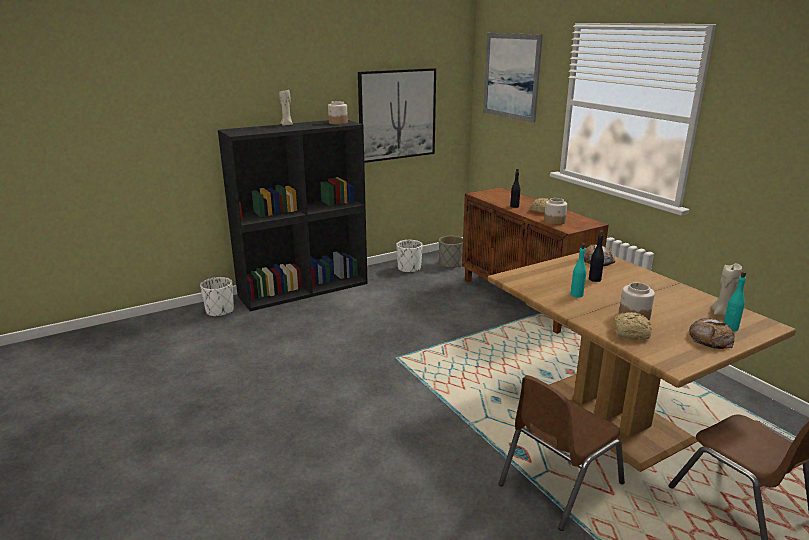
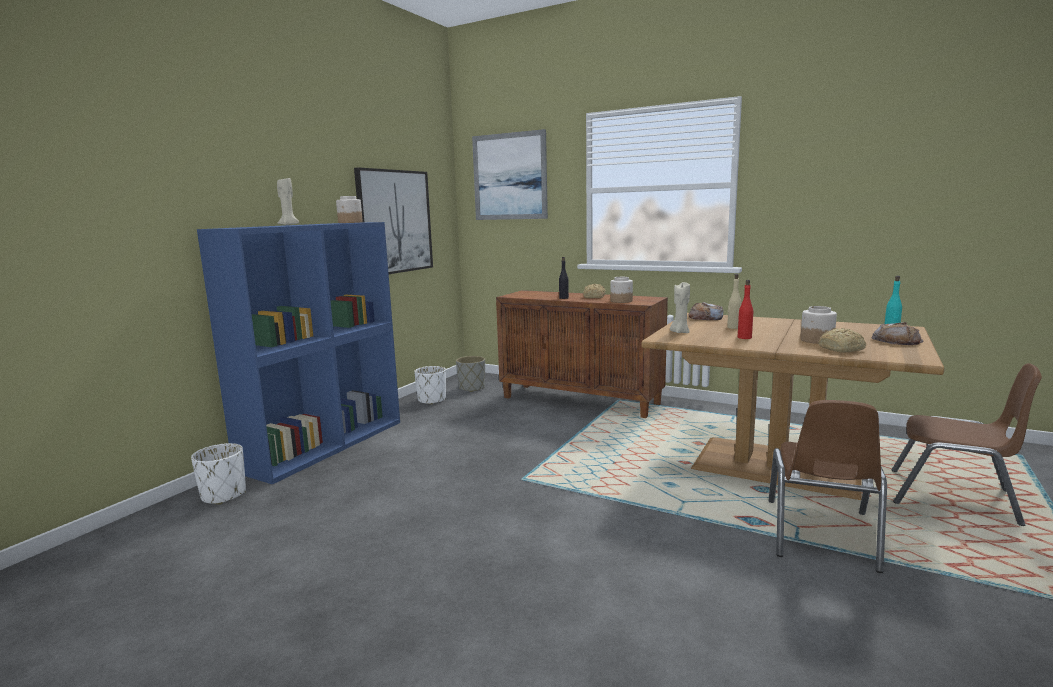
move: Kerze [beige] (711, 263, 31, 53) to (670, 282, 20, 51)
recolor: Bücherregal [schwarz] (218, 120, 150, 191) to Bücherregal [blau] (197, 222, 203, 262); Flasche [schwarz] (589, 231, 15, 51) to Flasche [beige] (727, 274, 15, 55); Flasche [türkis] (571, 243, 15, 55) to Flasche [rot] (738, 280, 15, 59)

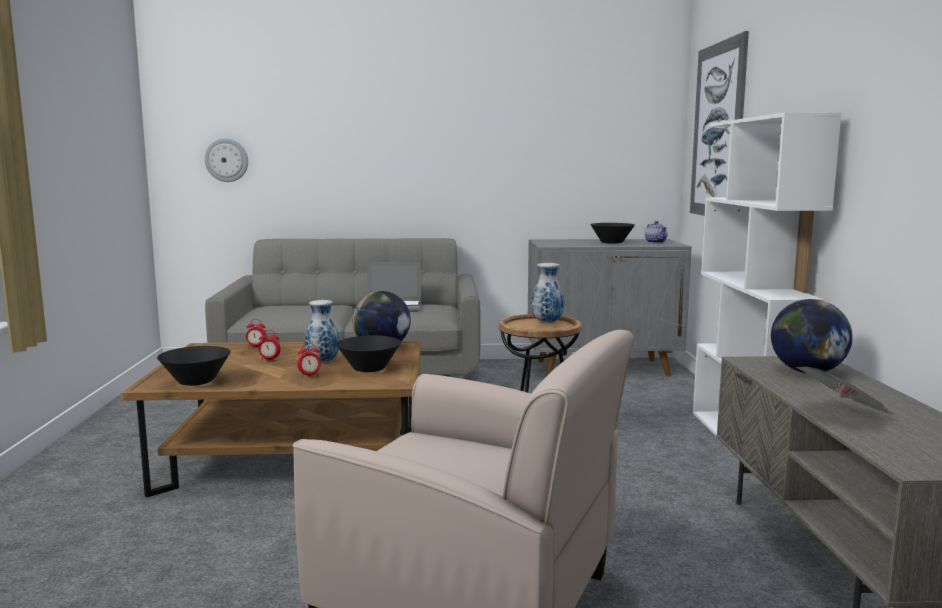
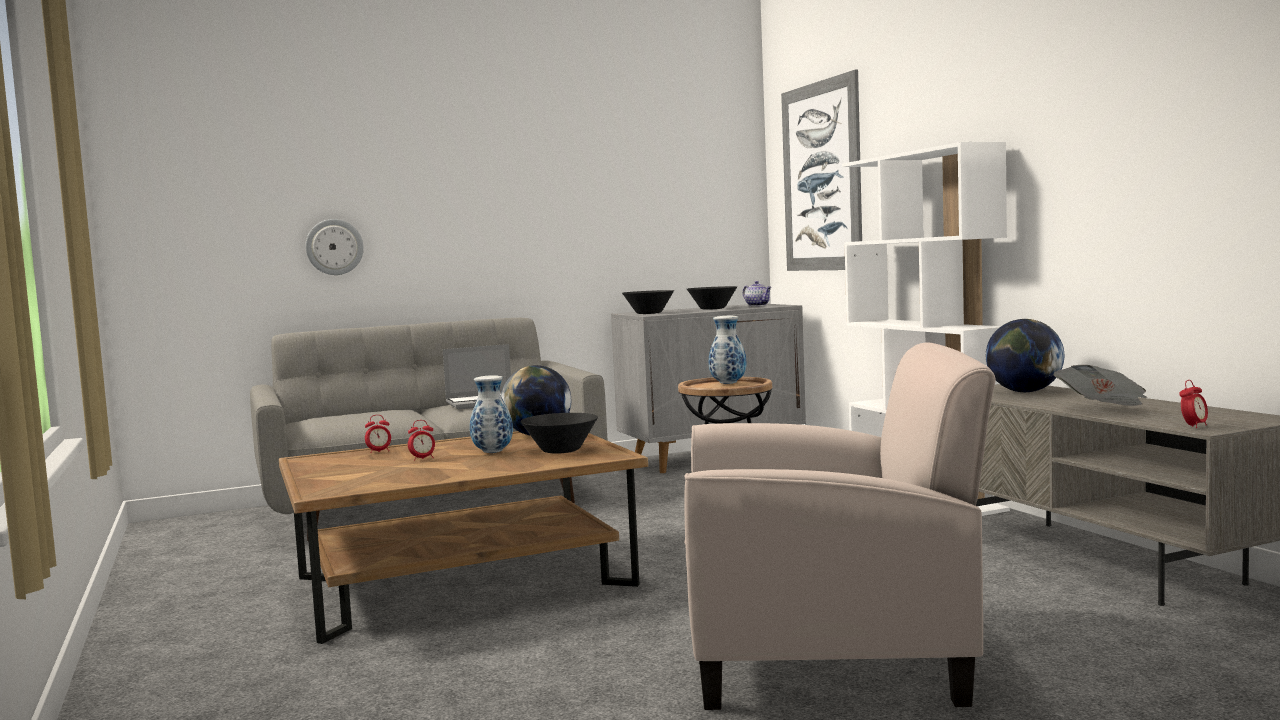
move: Wanduhr (205, 138, 43, 44) to (305, 219, 59, 56); Schüssel [schwarz] (157, 346, 74, 40) to (622, 290, 52, 24); Wecker (297, 343, 24, 35) to (1179, 380, 29, 48)

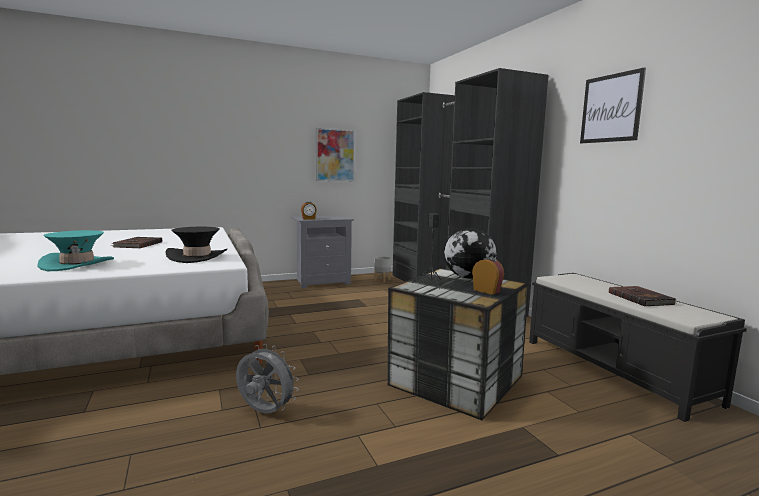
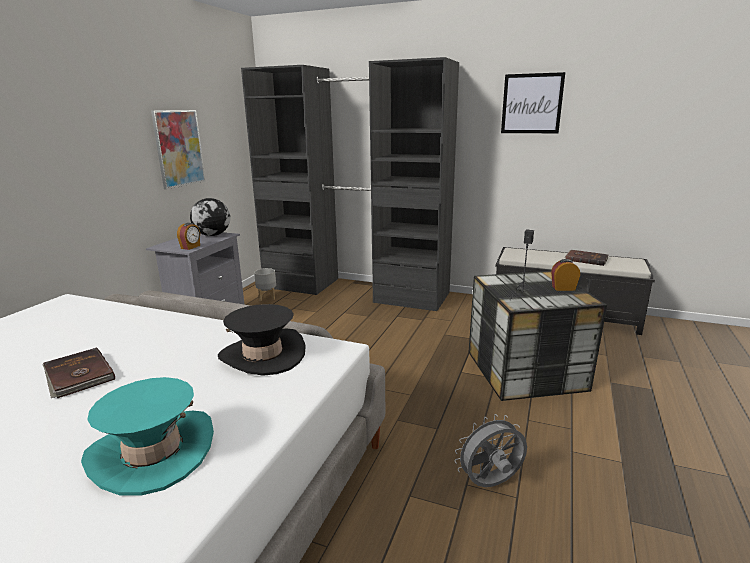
move: Globus (444, 228, 53, 51) to (190, 198, 40, 38)

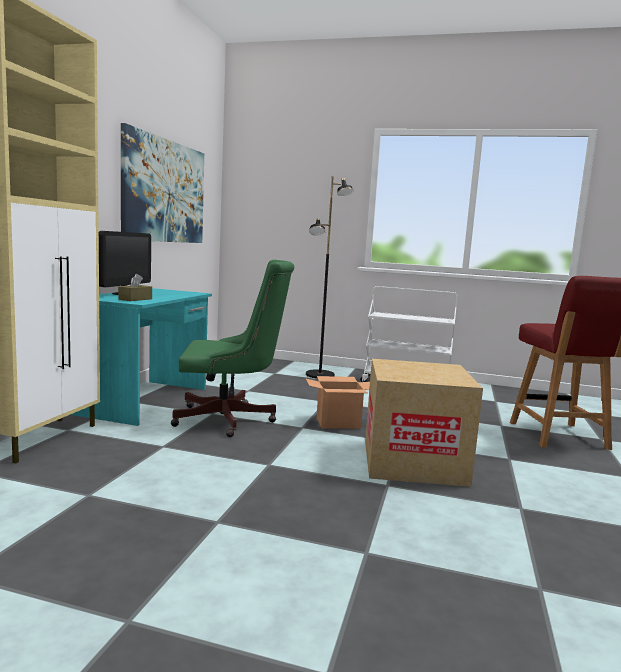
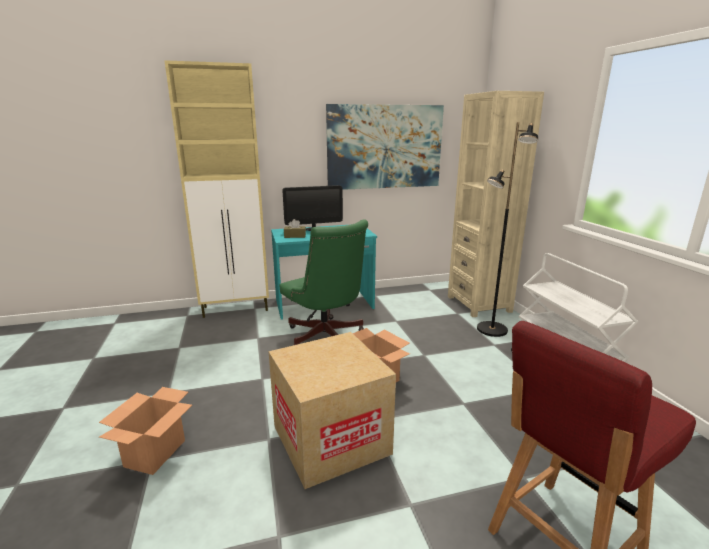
insert: Karton (99, 387, 93, 88); Bücherregal [beige] (448, 91, 96, 226)

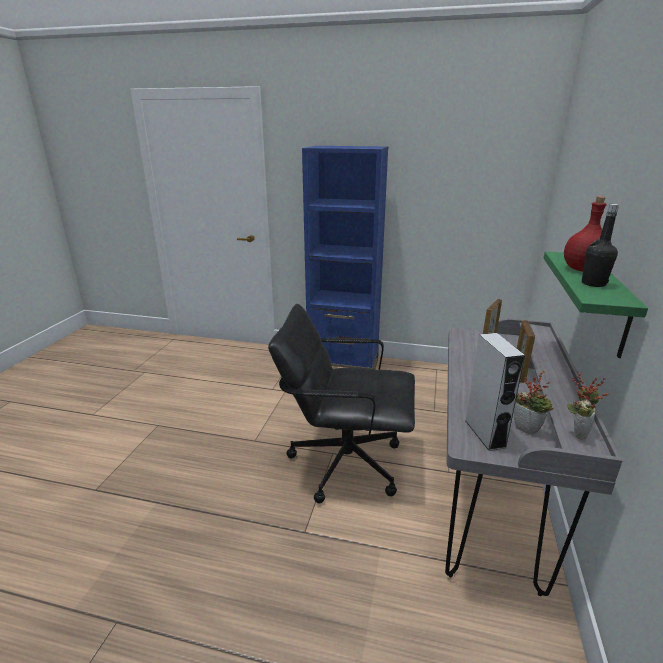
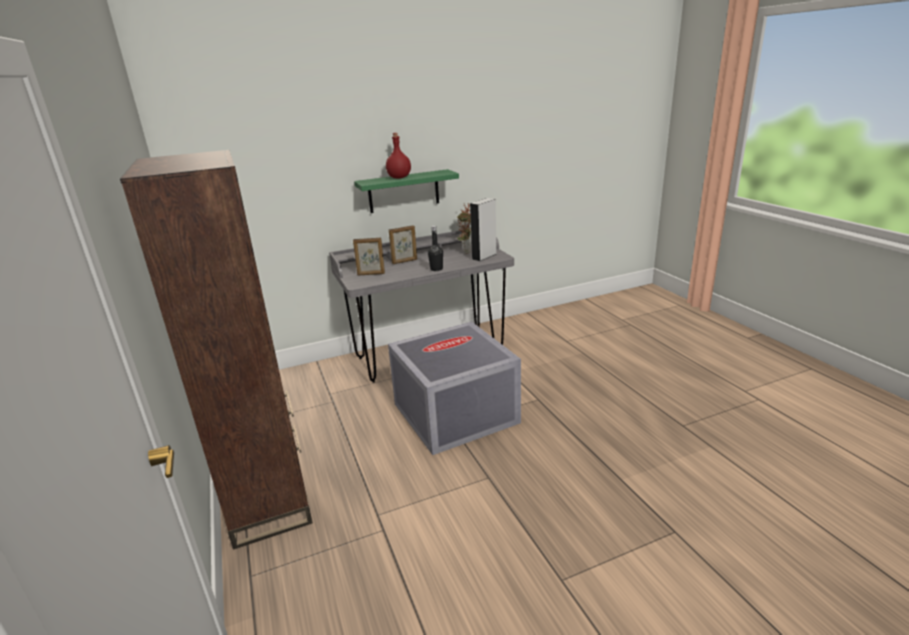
move: Flasche [schwarz] (582, 204, 37, 83) to (428, 226, 15, 45)
replace: Bürostuhl [schwarz] (268, 304, 147, 200) to Aufbewahrungsbox [grau] (388, 322, 133, 133)
recolor: Bücherregal [blau] (302, 146, 87, 223) to Bücherregal [braun] (120, 150, 193, 399)

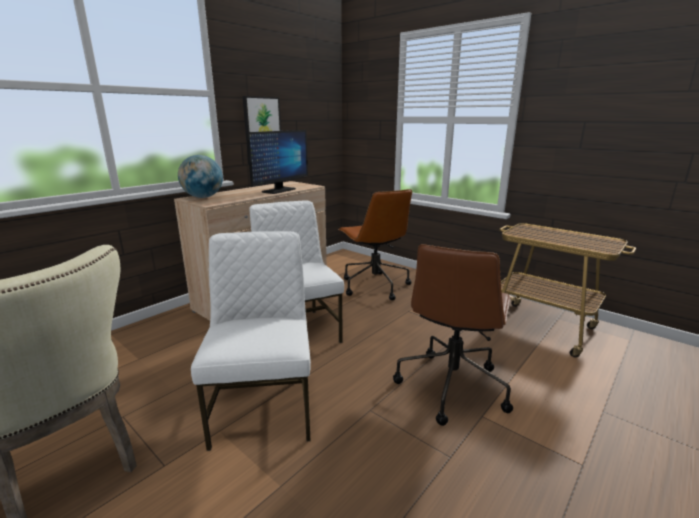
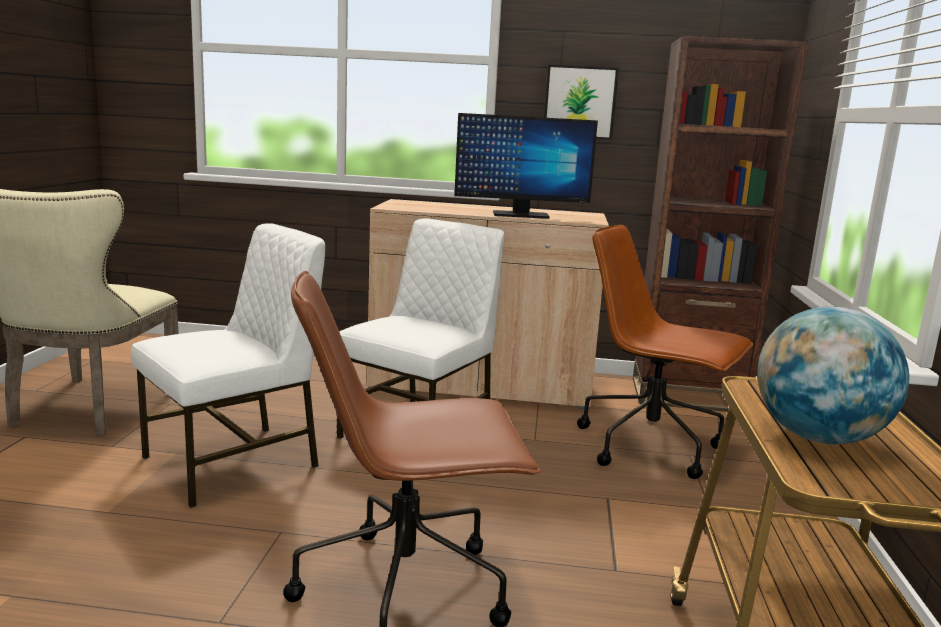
insert: Bücherregal [braun] (633, 36, 175, 376)
move: Globus (178, 155, 45, 43) to (757, 307, 152, 137)
rotate: Bürostuhl [braun] (338, 189, 74, 111) = (577, 225, 176, 254) 90 degrees clockwise

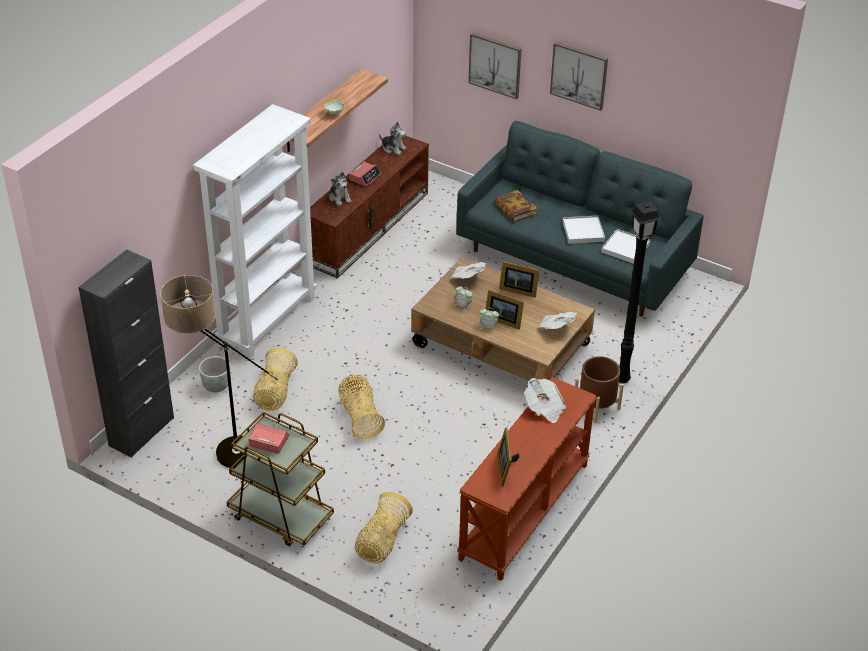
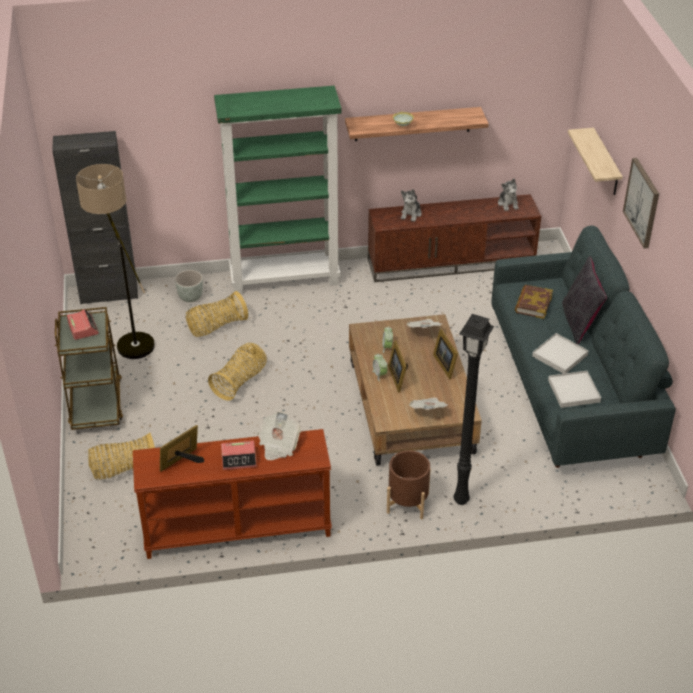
insert: Kissen [schwarz] (562, 257, 45, 87)
move: Wecker (349, 161, 32, 26) to (221, 441, 36, 29)
replace: Bild (468, 33, 54, 66) to Wandregal (568, 128, 55, 67)
recolor: Bücherregal [weiß] (193, 104, 124, 255) to Bücherregal [grün] (214, 86, 127, 209)

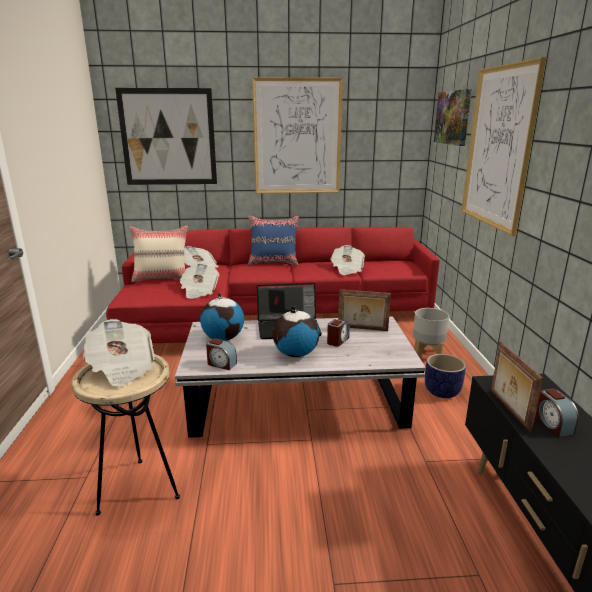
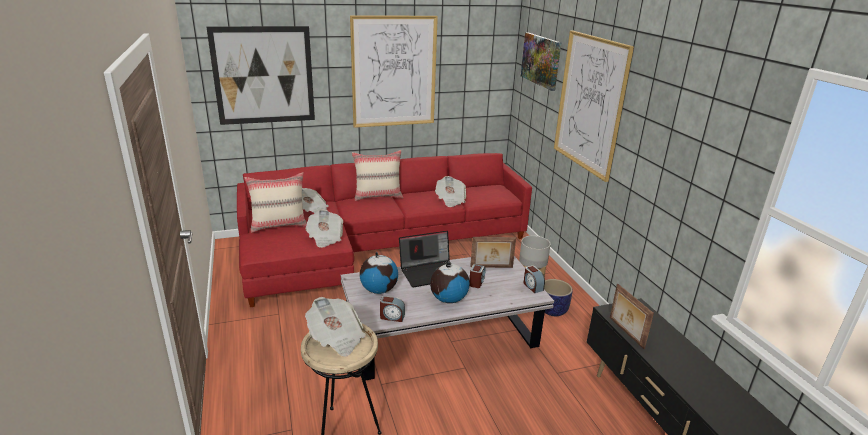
move: Wecker (535, 389, 44, 48) to (524, 266, 21, 27)
recolor: Kissen [blau] (248, 216, 51, 50) to Kissen [beige] (352, 150, 51, 51)

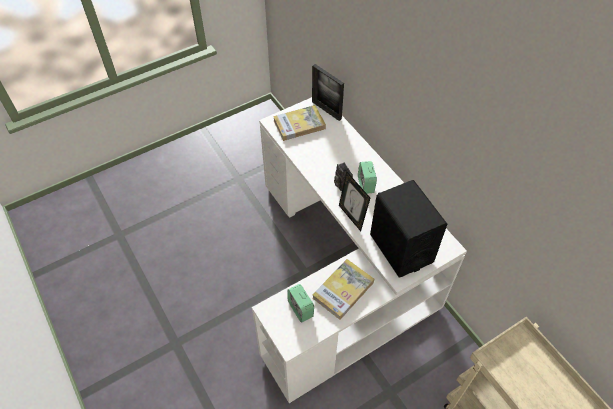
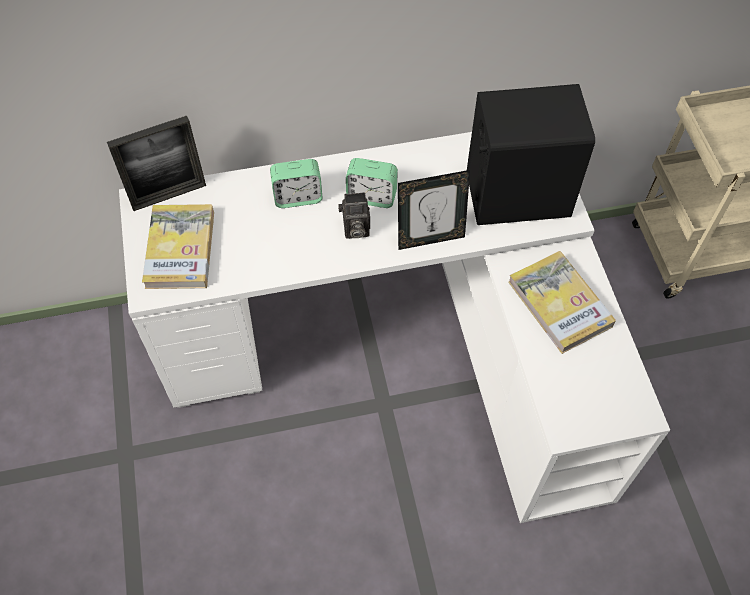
move: Wecker (287, 284, 27, 39) to (270, 159, 53, 49)

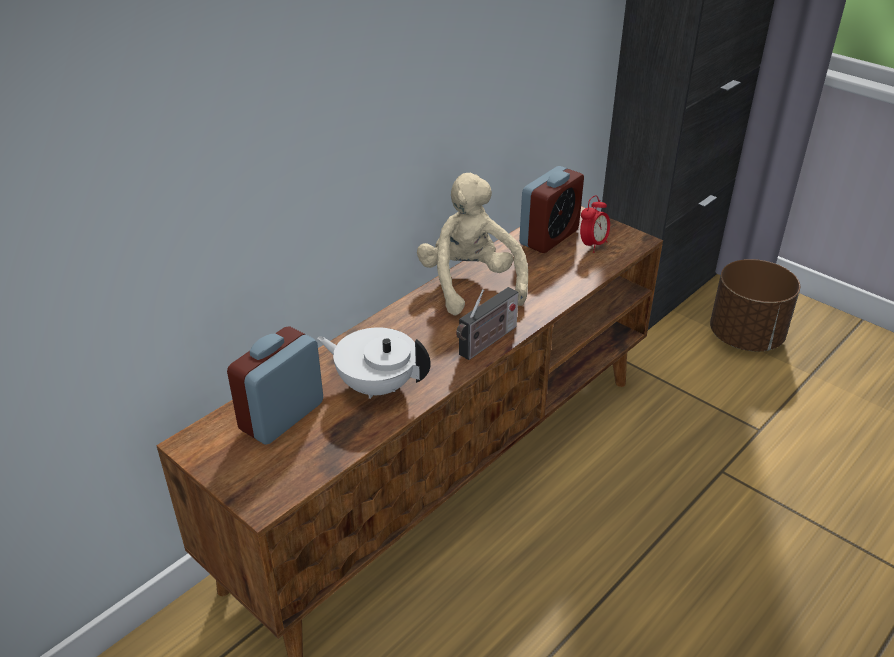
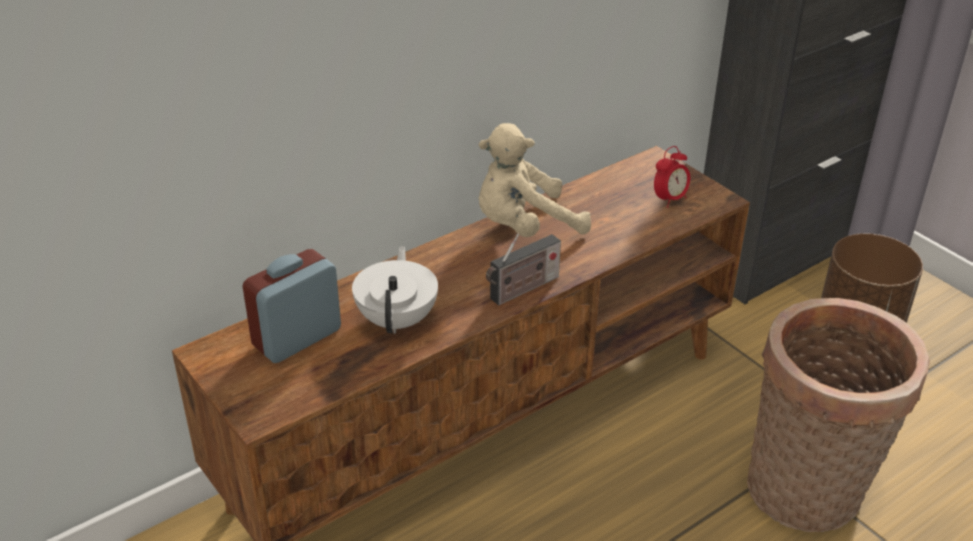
delete: Wecker (519, 166, 65, 87)
insert: Korb (747, 298, 183, 234)
rotate: Teekanne [weiß] (317, 327, 114, 72) = (352, 246, 86, 88) 60 degrees clockwise; Plüschtier [beige] (417, 173, 111, 142) = (478, 123, 113, 114) 105 degrees counterclockwise

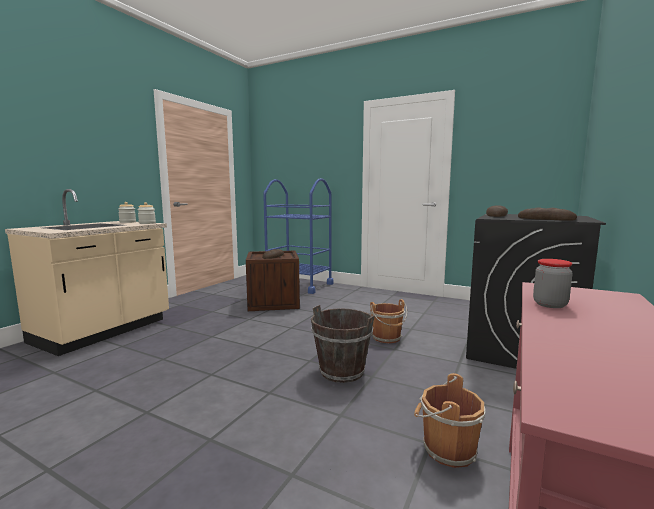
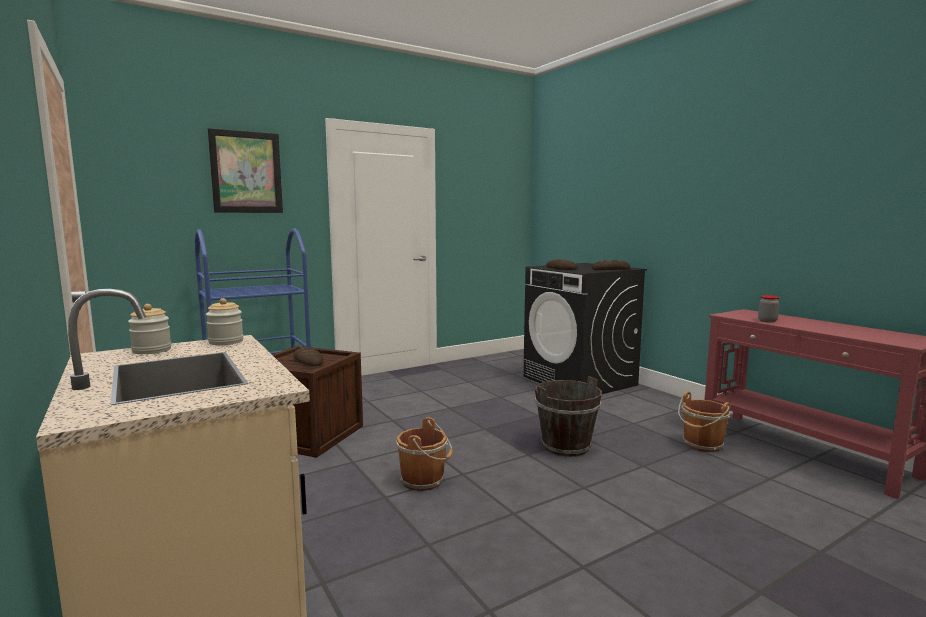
insert: Bild (208, 128, 75, 85)
move: Eimer [braun] (370, 299, 37, 44) to (396, 417, 57, 74)

